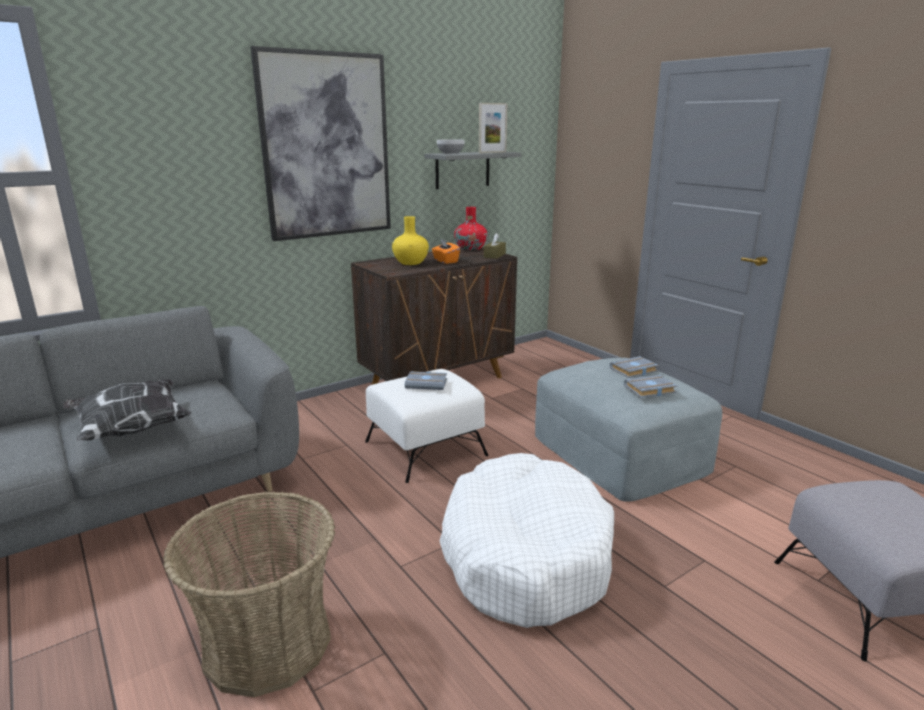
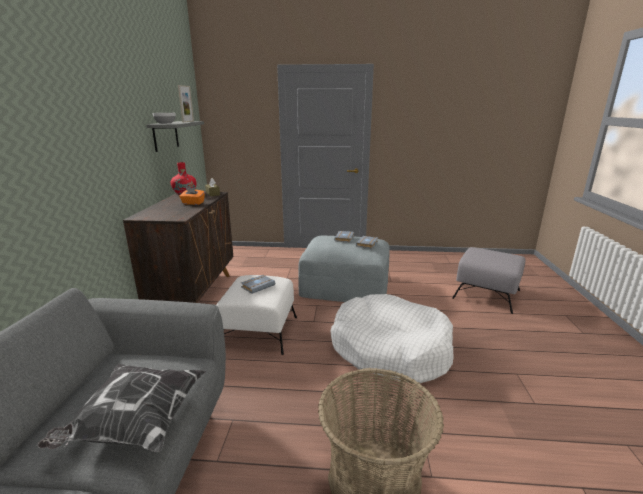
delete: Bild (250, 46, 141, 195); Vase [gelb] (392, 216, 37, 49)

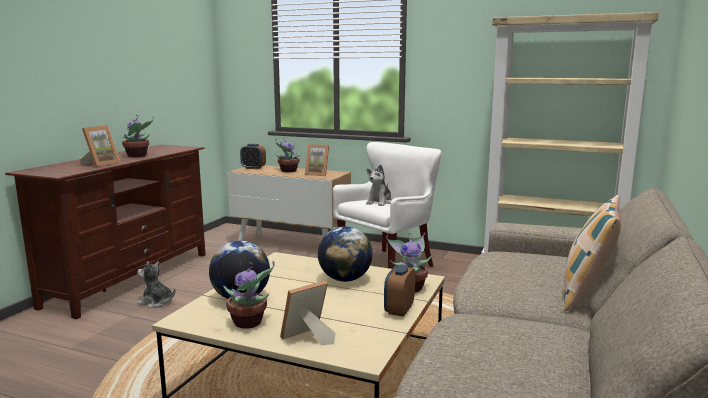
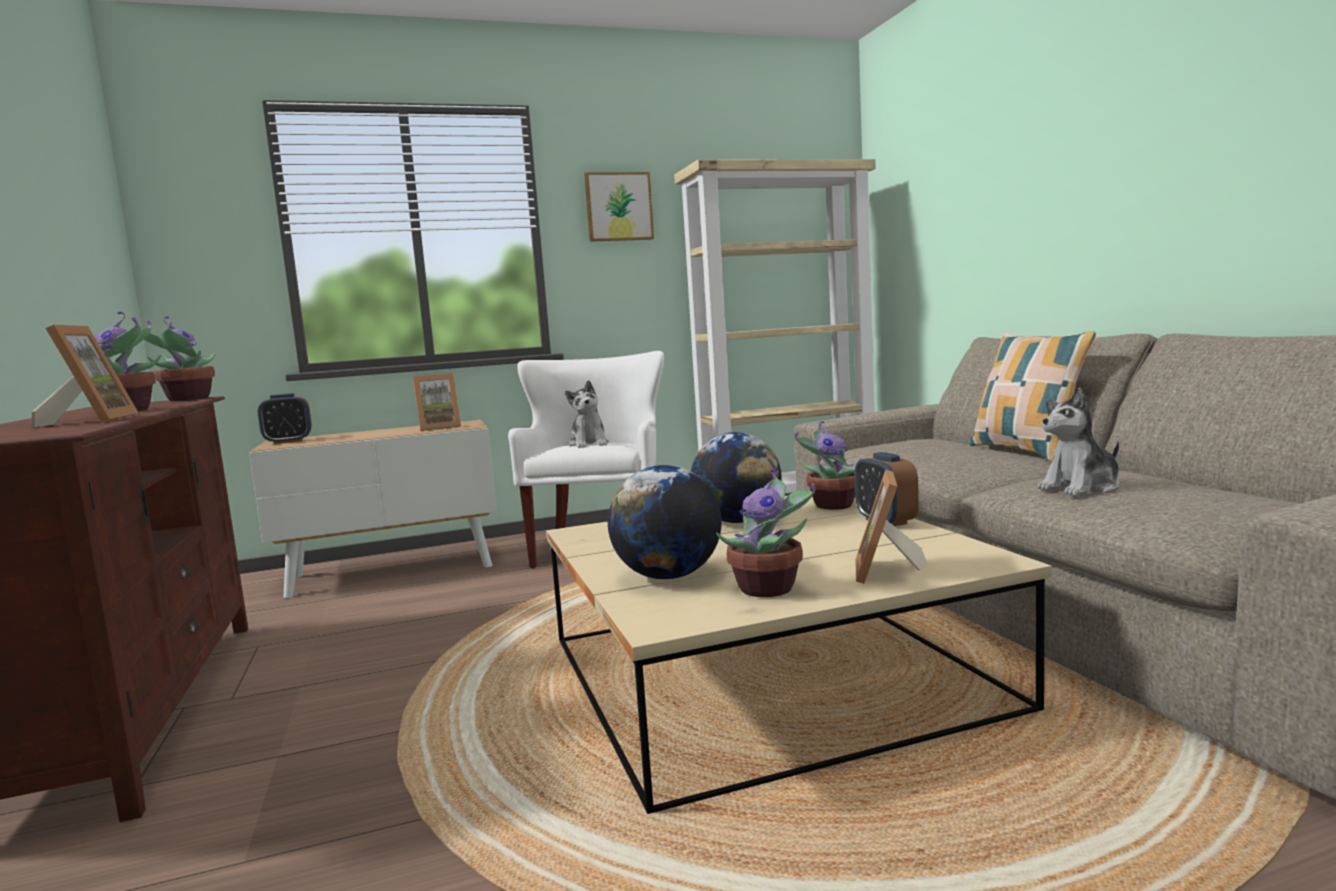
insert: Bild (584, 172, 70, 70)
move: Topfpflanze (275, 137, 27, 35) to (134, 316, 82, 85); Plüschtier (137, 261, 39, 47) to (1037, 387, 83, 109)

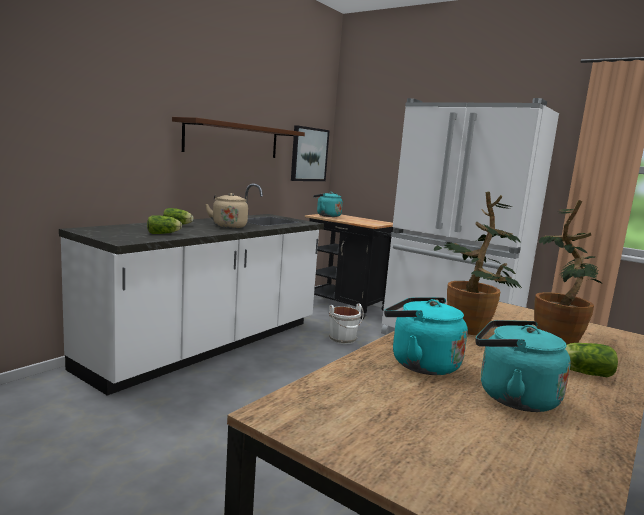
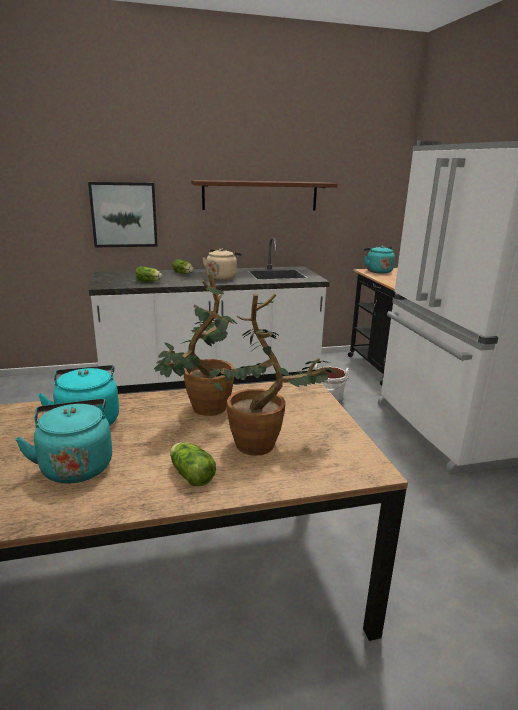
move: Bild (291, 125, 39, 56) to (88, 182, 70, 65)

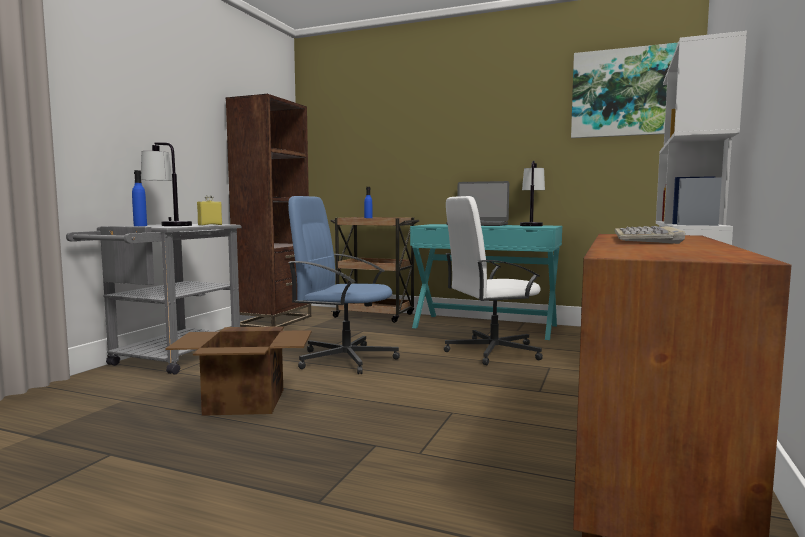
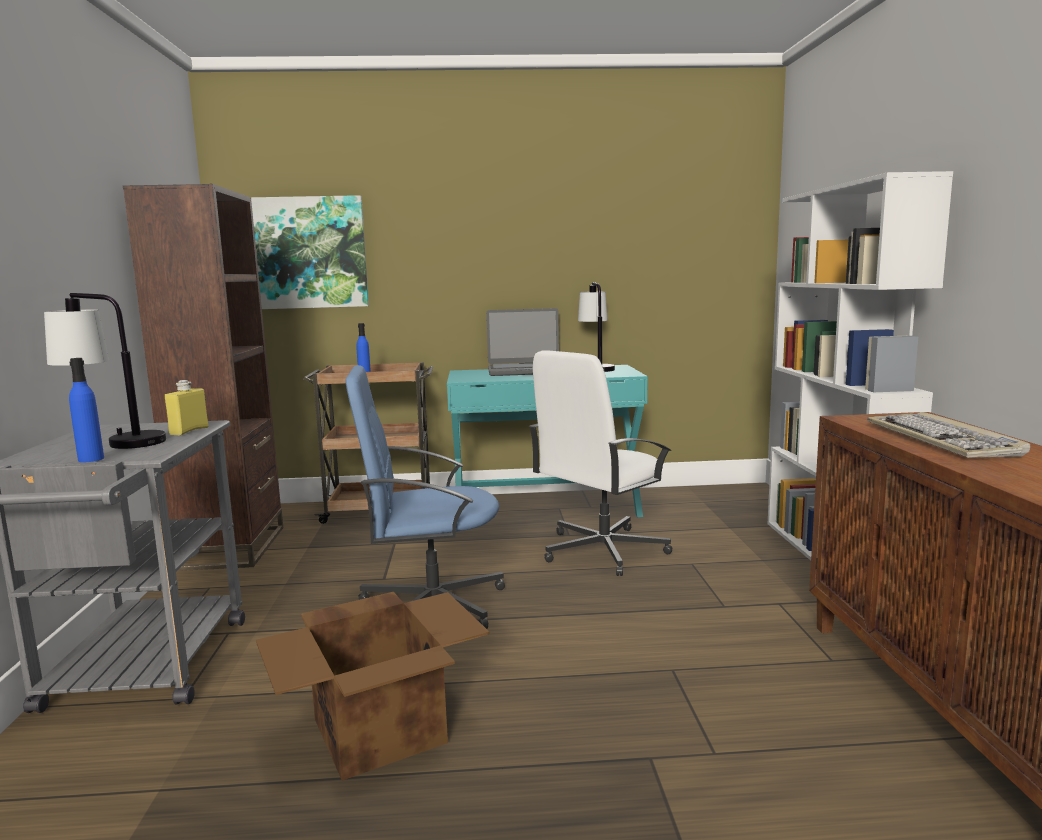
move: Bild (571, 43, 107, 95) to (251, 195, 118, 114)

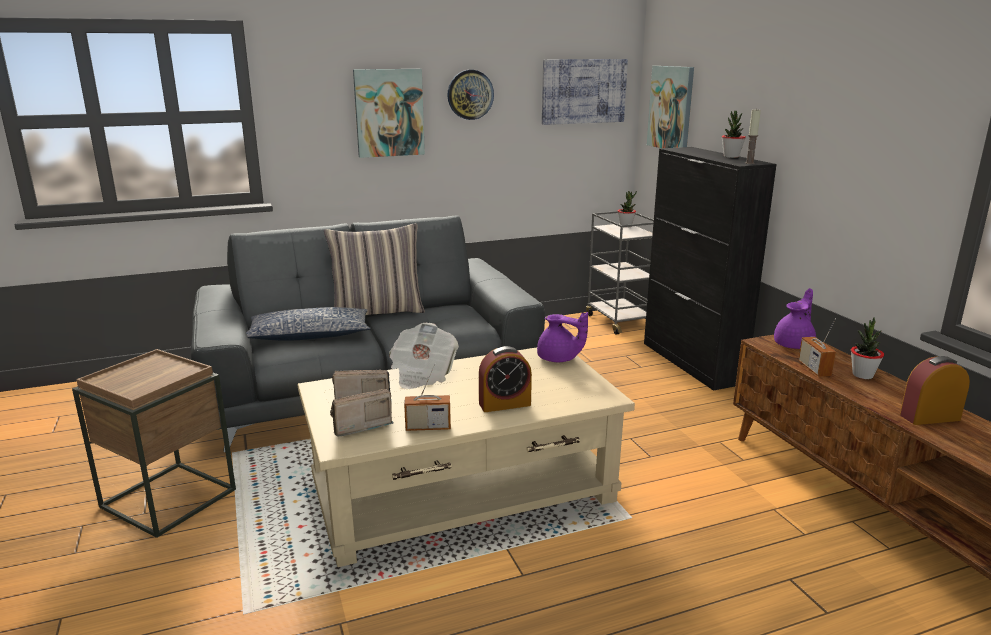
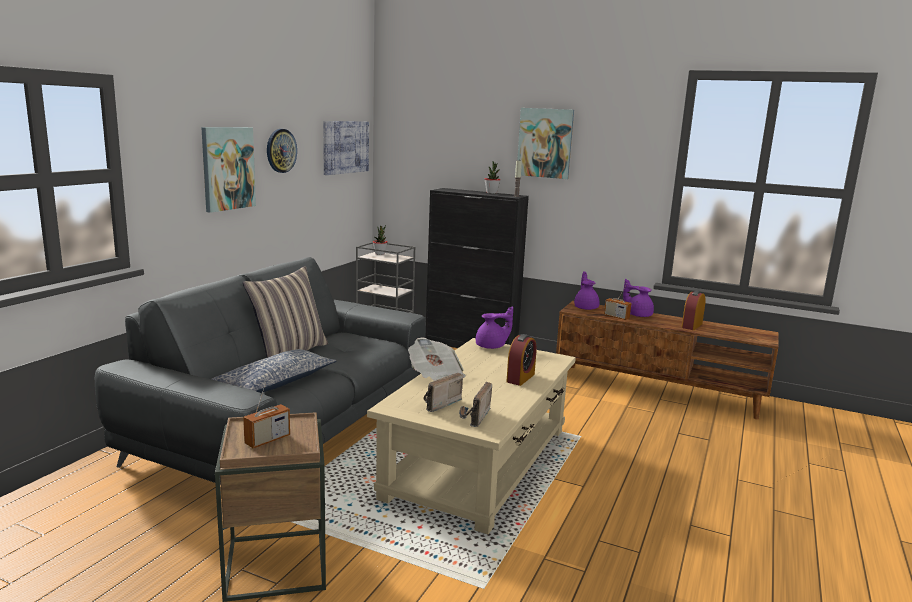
move: Radio (404, 363, 47, 68) to (243, 377, 47, 71); Bild (647, 66, 47, 82) to (517, 108, 57, 71)
replace: Topfpflanze (851, 317, 33, 62) to Teekanne [lila] (623, 279, 31, 38)

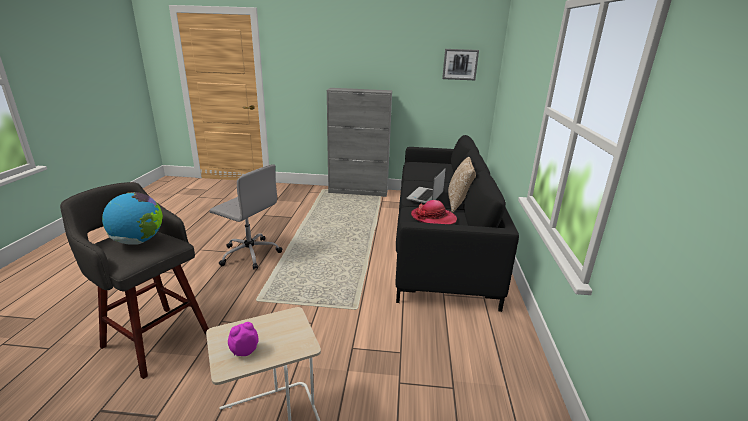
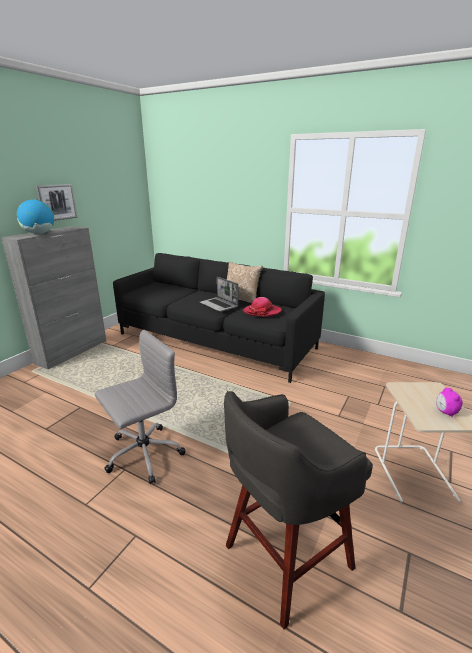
move: Globus (102, 192, 61, 53) to (17, 199, 37, 35); Bild (442, 49, 37, 31) to (36, 184, 42, 37)

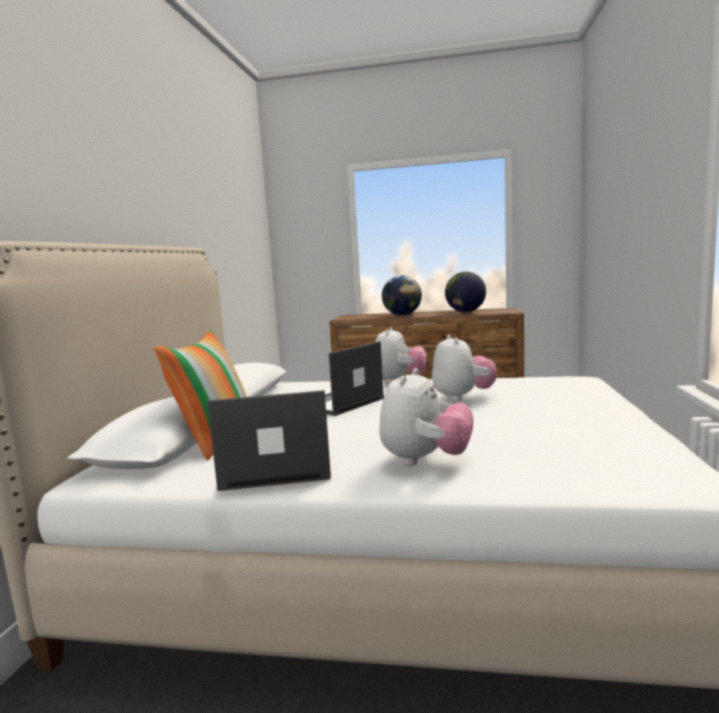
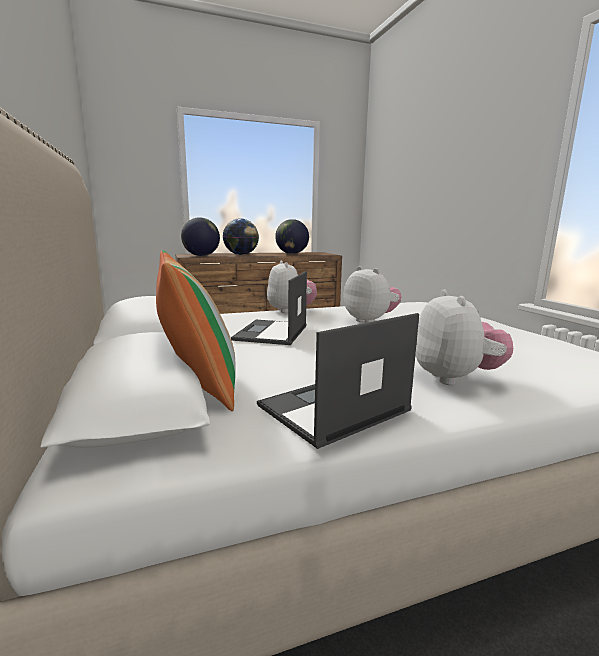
insert: Globus (181, 218, 39, 38)

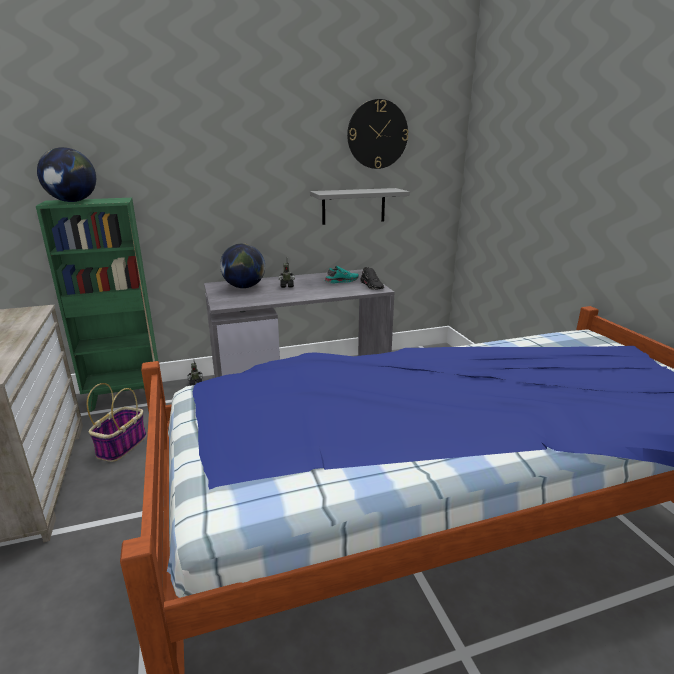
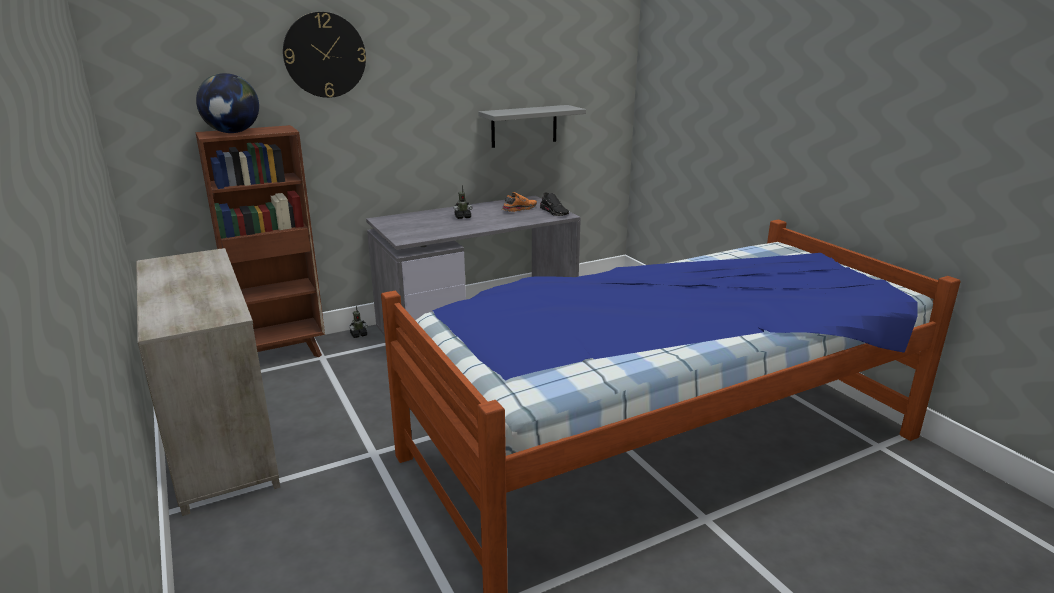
delete: Korb (87, 383, 60, 79); Globus (220, 243, 45, 45)
move: Wanduhr (347, 99, 61, 70) to (283, 12, 83, 86)
recolor: Bücherregal [grün] (36, 198, 122, 214) to Bücherregal [braun] (195, 125, 130, 232); Schuh [türkis] (324, 266, 35, 18) to Schuh [orange] (502, 192, 35, 20)

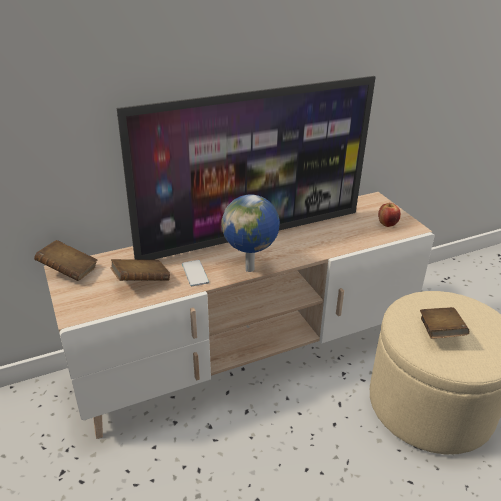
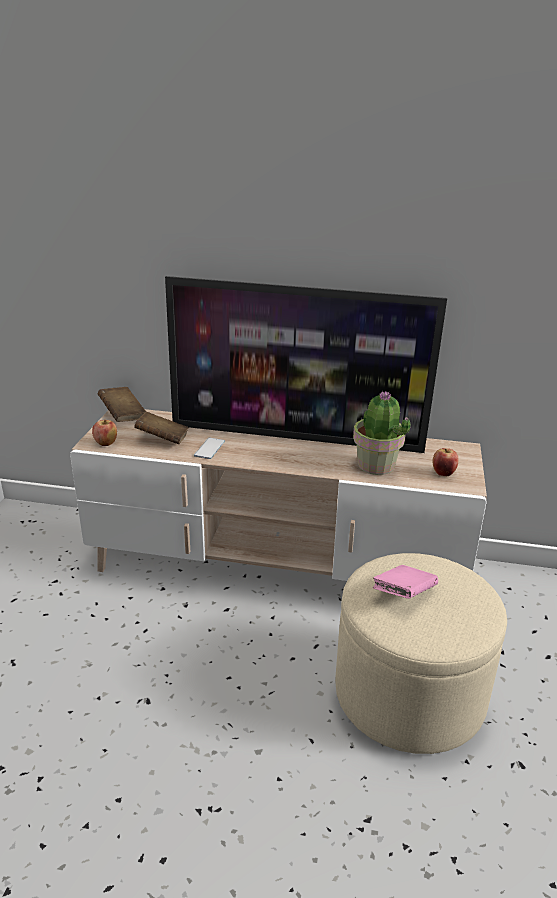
delete: Globus (221, 194, 59, 78)
insert: Apfel (92, 420, 25, 26); Topfpflanze (353, 391, 57, 84)
recolor: Buch [braun] (420, 307, 49, 32) to Buch [rosa] (373, 565, 65, 34)

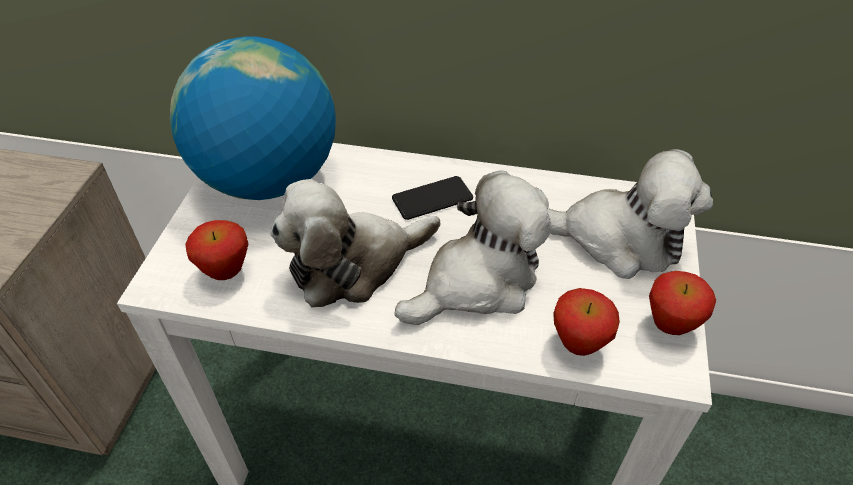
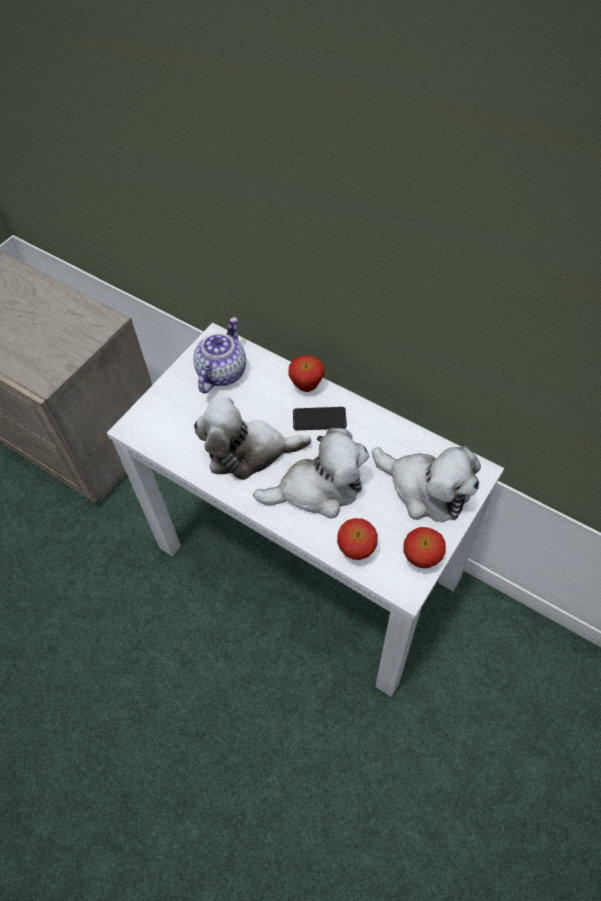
move: Apfel (185, 220, 63, 60) to (288, 356, 36, 36)
replace: Globus (170, 36, 166, 164) to Teekanne (193, 317, 53, 76)

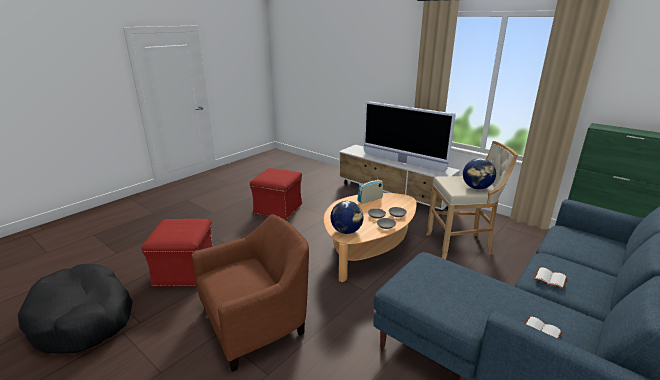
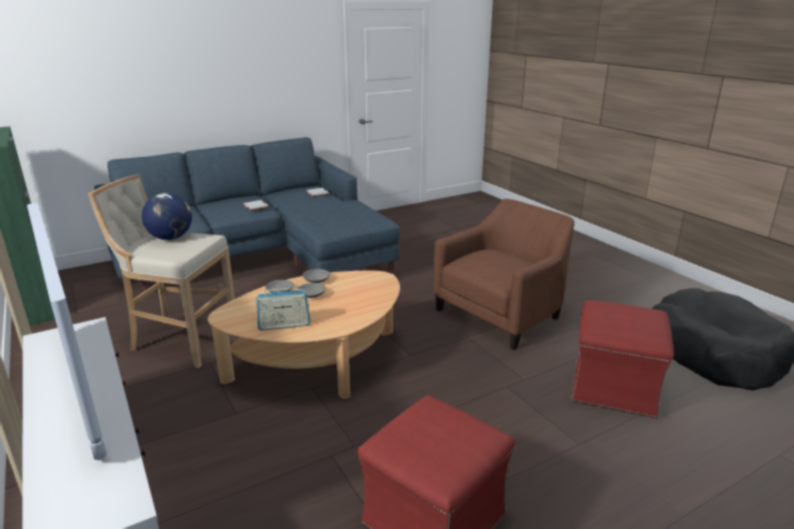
delete: Globus (330, 201, 33, 33)
rotate: Sessel [braun] (191, 214, 118, 158) = (433, 199, 141, 151) 150 degrees clockwise

